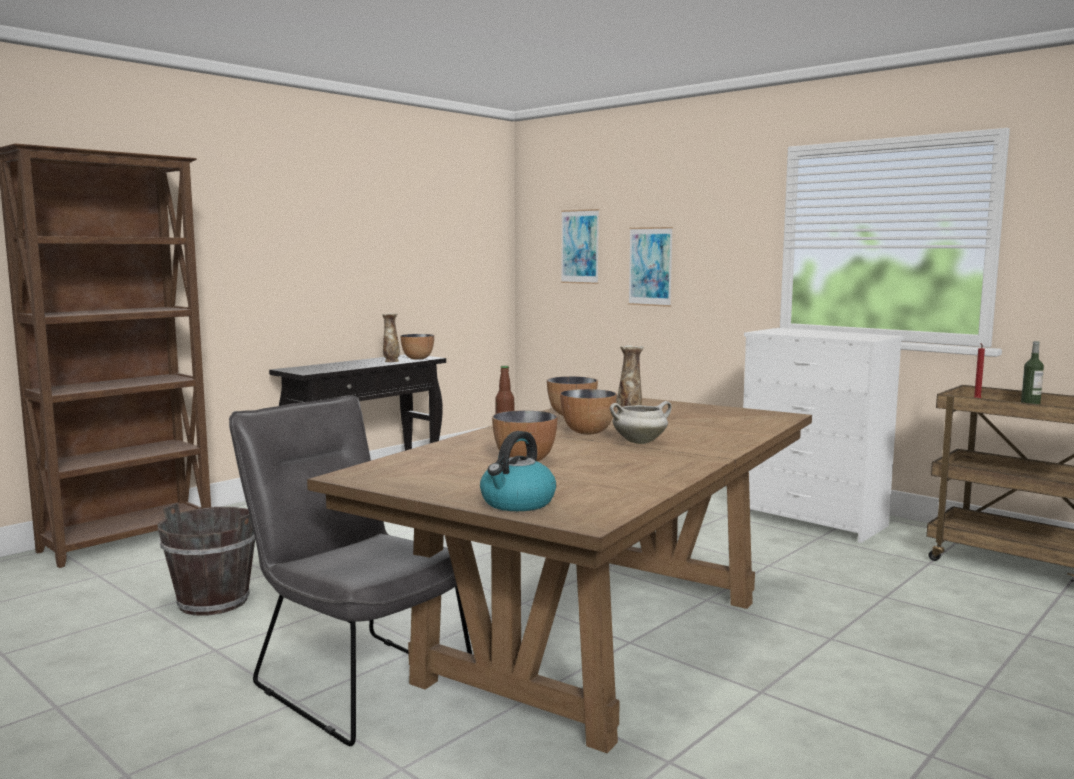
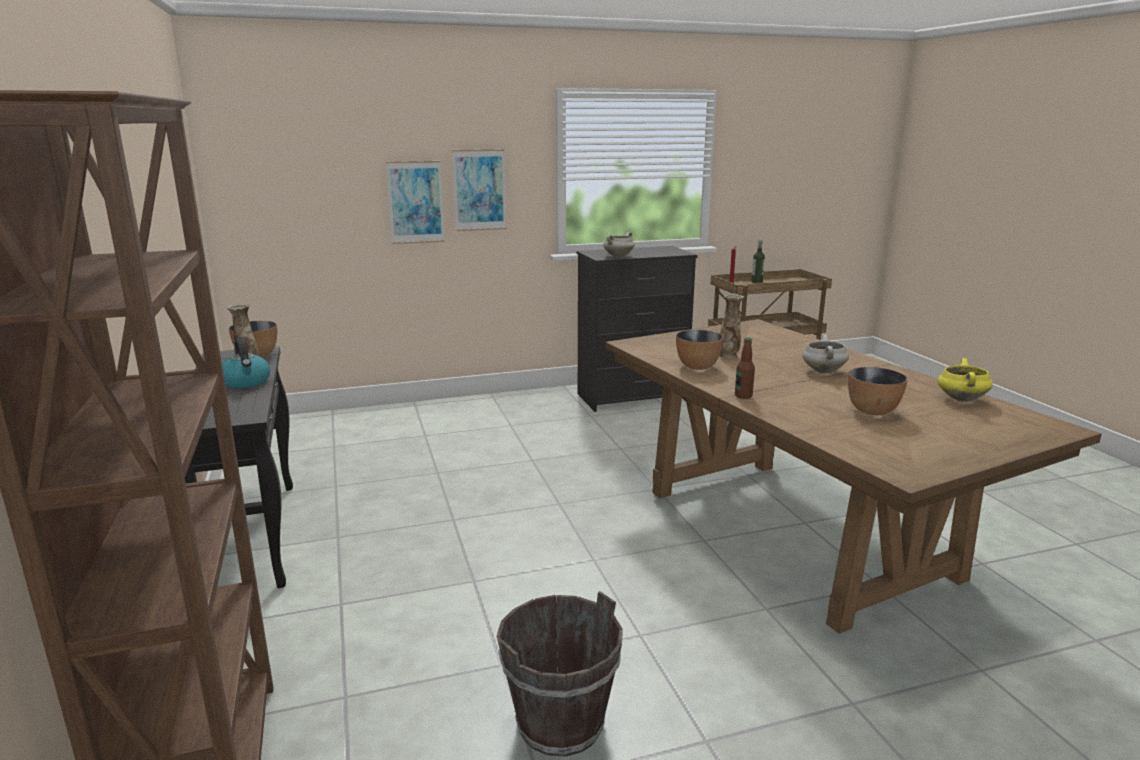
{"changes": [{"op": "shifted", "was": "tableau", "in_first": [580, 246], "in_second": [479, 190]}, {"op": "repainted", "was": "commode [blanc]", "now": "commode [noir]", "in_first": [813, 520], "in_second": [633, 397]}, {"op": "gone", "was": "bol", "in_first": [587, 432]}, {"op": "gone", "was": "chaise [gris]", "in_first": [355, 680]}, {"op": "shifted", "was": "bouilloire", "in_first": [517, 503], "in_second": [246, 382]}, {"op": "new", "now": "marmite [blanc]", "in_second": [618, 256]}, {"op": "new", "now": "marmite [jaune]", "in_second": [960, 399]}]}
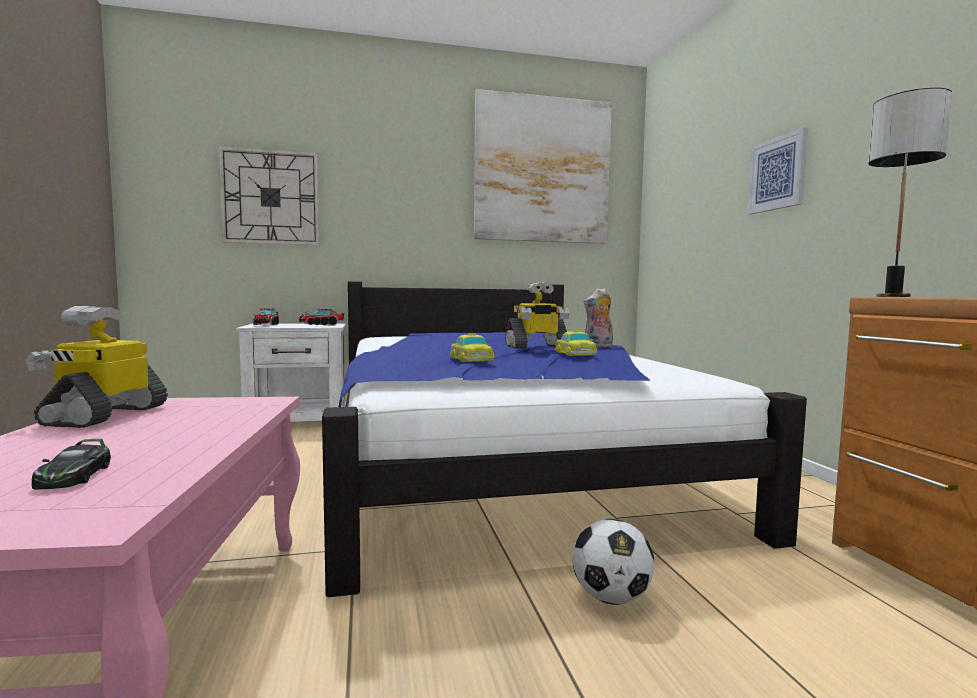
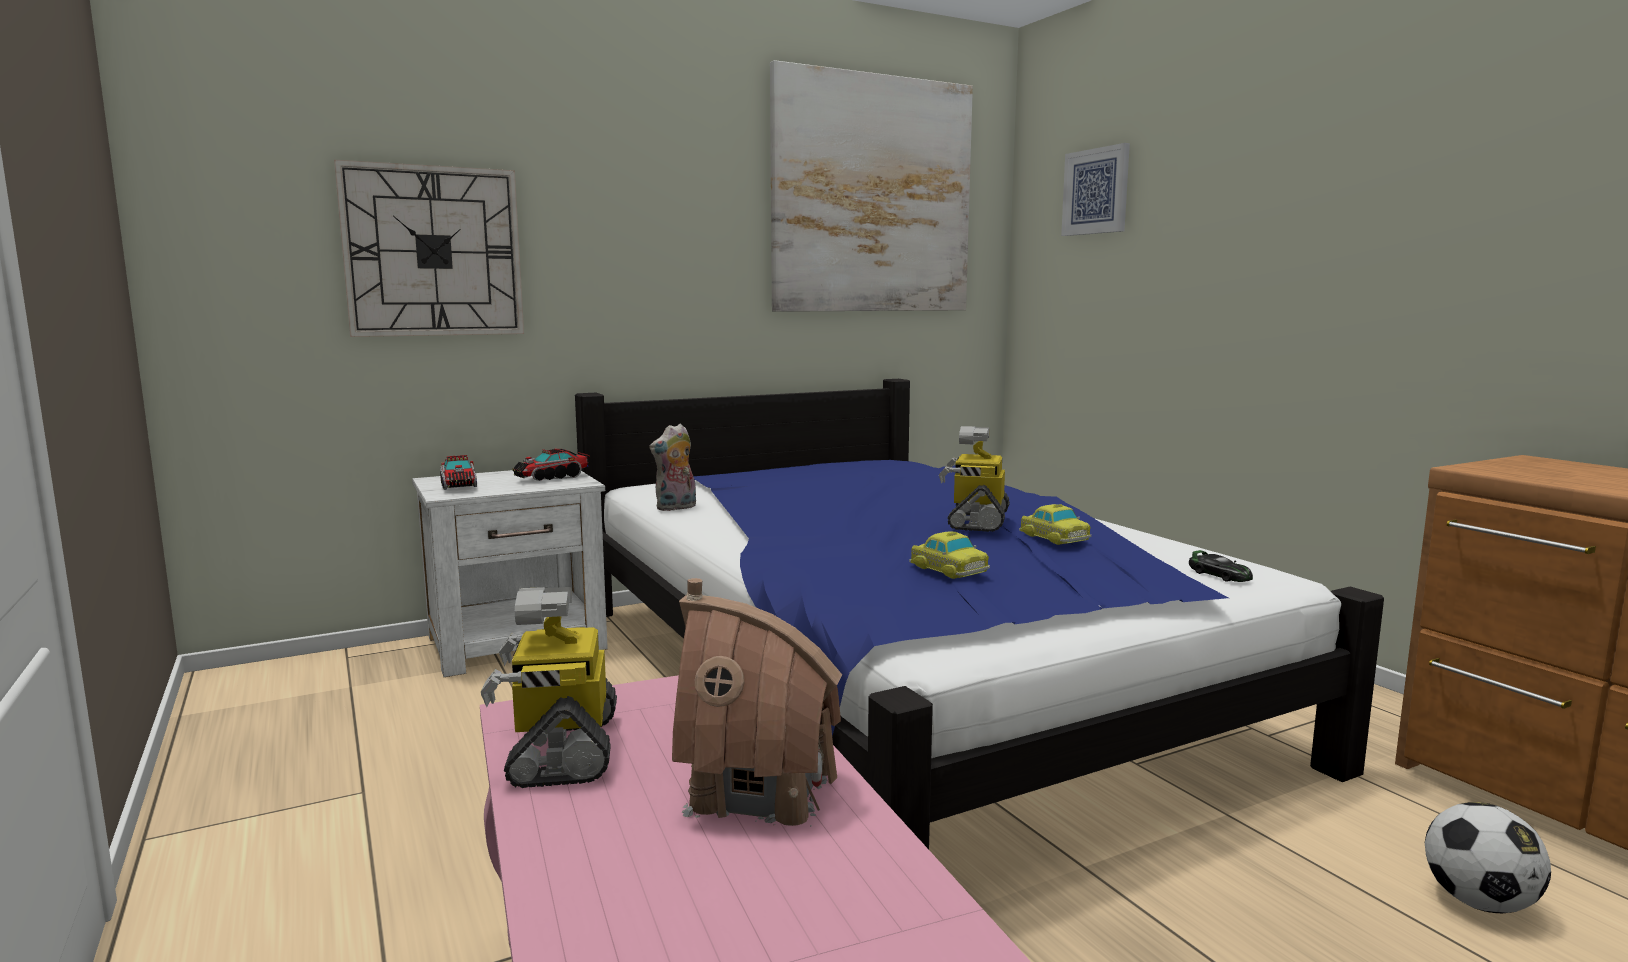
{"changes": [{"op": "gone", "was": "lampe de table", "in_first": [894, 296]}, {"op": "shifted", "was": "tableau", "in_first": [777, 174], "in_second": [1096, 191]}, {"op": "rotated", "was": "robot jouet", "in_first": [536, 347], "in_second": [976, 521], "clockwise": 135}, {"op": "shifted", "was": "peluche", "in_first": [599, 347], "in_second": [676, 508]}, {"op": "shifted", "was": "petite voiture", "in_first": [75, 475], "in_second": [1219, 574]}, {"op": "shifted", "was": "ballon de foot", "in_first": [611, 598], "in_second": [1479, 902]}, {"op": "new", "now": "maison miniature", "in_second": [760, 790]}]}
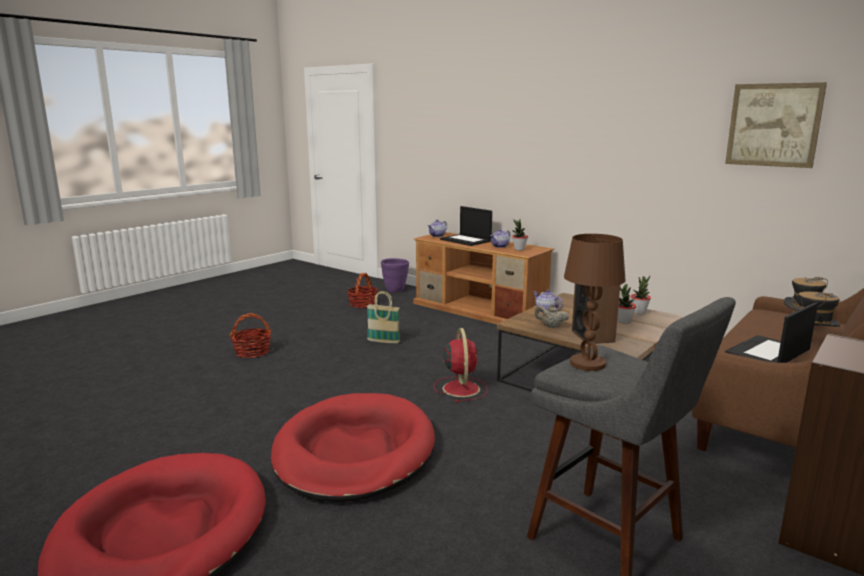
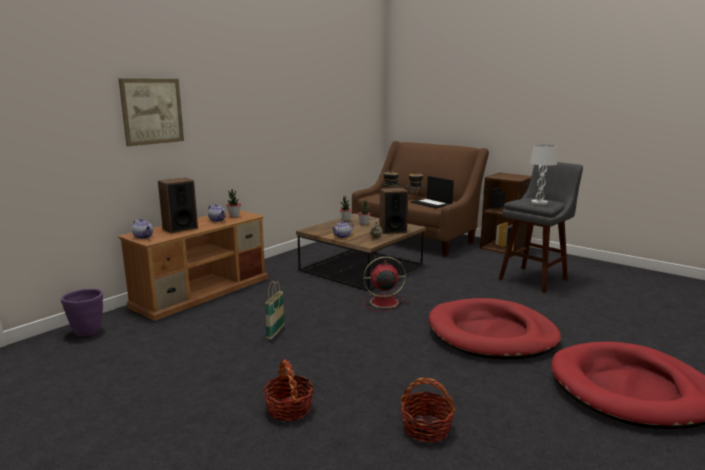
{"changes": [{"op": "shifted", "was": "tableau", "in_first": [773, 125], "in_second": [152, 111]}, {"op": "swapped", "was": "ordinateur portable", "now": "enceinte", "in_first": [466, 240], "in_second": [180, 228]}, {"op": "repainted", "was": "lampe de table [marron]", "now": "lampe de table [blanc]", "in_first": [587, 363], "in_second": [539, 203]}, {"op": "shifted", "was": "panier", "in_first": [363, 304], "in_second": [426, 428]}]}
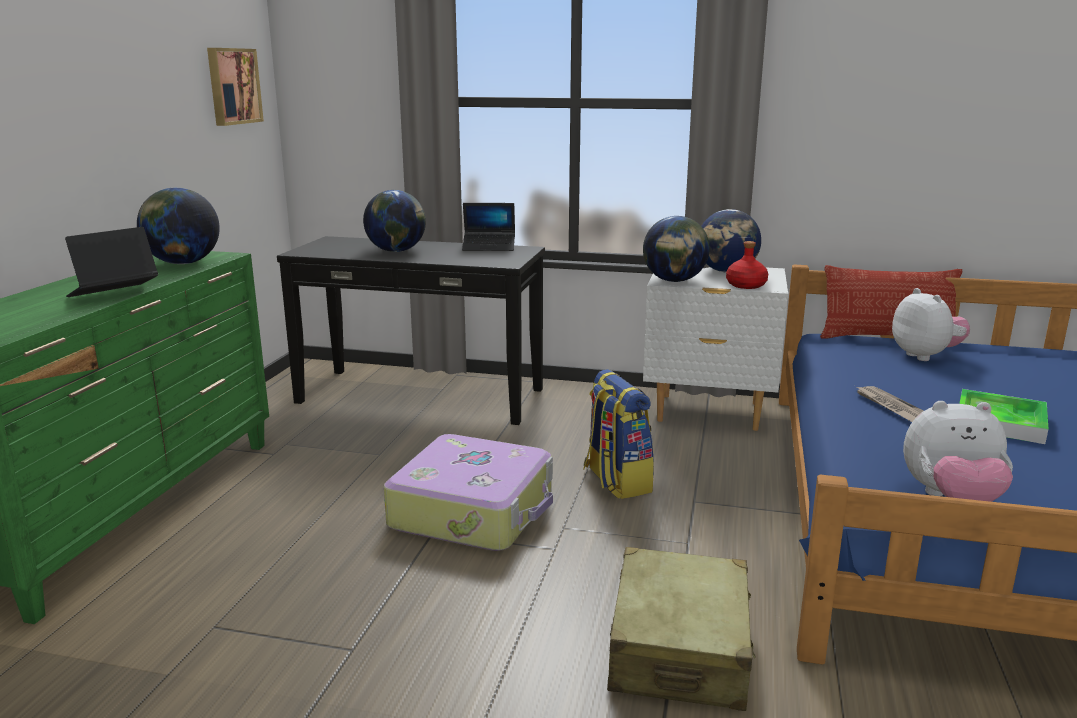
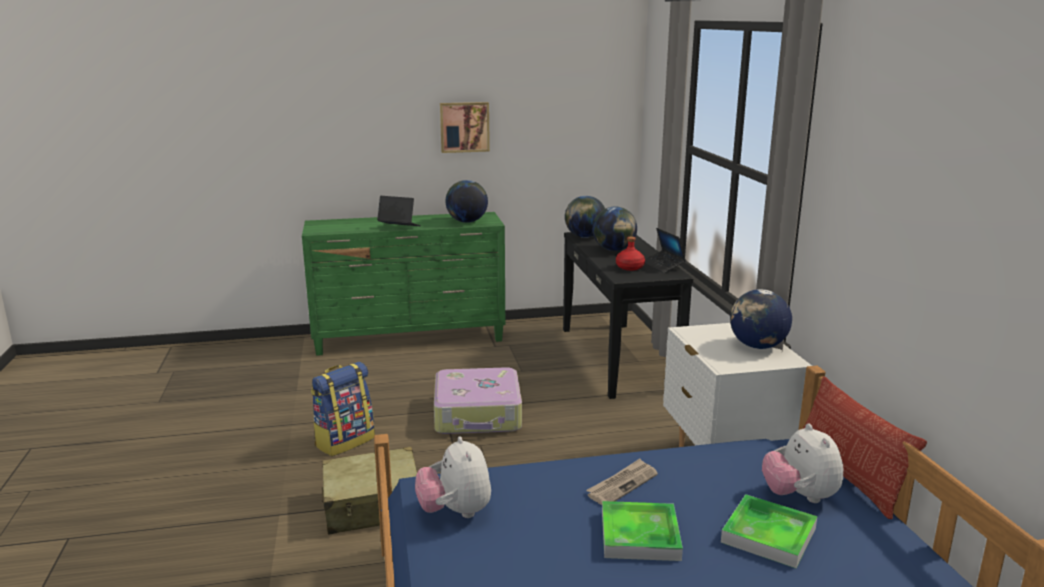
{"changes": [{"op": "shifted", "was": "tableau", "in_first": [232, 86], "in_second": [464, 127]}, {"op": "shifted", "was": "globe", "in_first": [674, 281], "in_second": [584, 237]}, {"op": "shifted", "was": "bouteille [rouge]", "in_first": [745, 285], "in_second": [629, 267]}, {"op": "rotated", "was": "peluche", "in_first": [925, 356], "in_second": [799, 496], "clockwise": 120}, {"op": "shifted", "was": "sac à dos", "in_first": [616, 481], "in_second": [345, 441]}, {"op": "new", "now": "plateau", "in_second": [768, 535]}]}
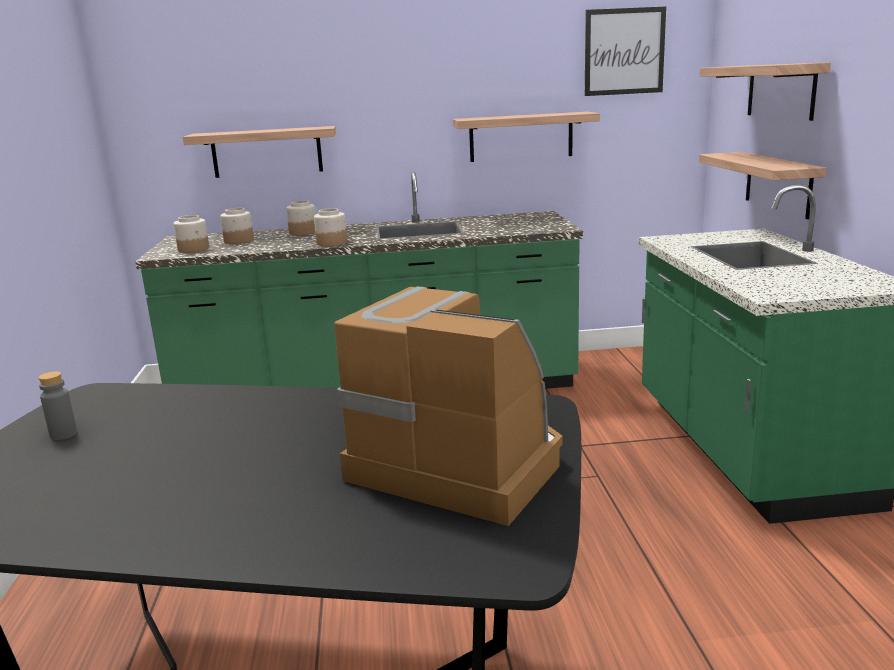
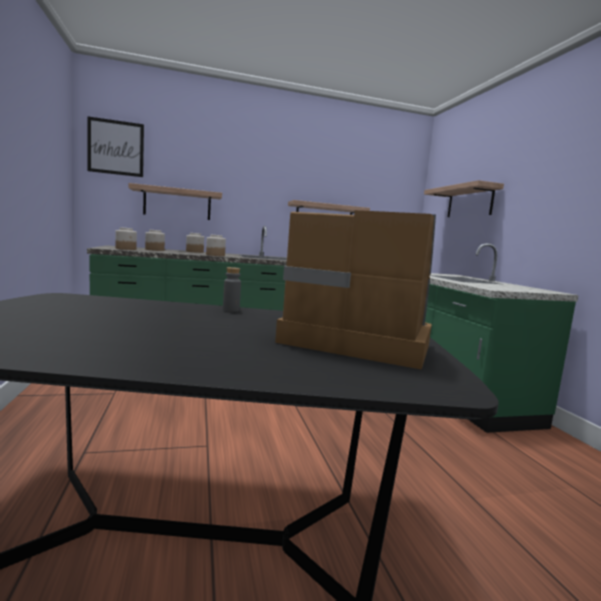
{"changes": [{"op": "shifted", "was": "tableau", "in_first": [624, 51], "in_second": [116, 147]}, {"op": "gone", "was": "étagère", "in_first": [778, 184]}, {"op": "shifted", "was": "bouteille [gris]", "in_first": [63, 434], "in_second": [231, 310]}]}
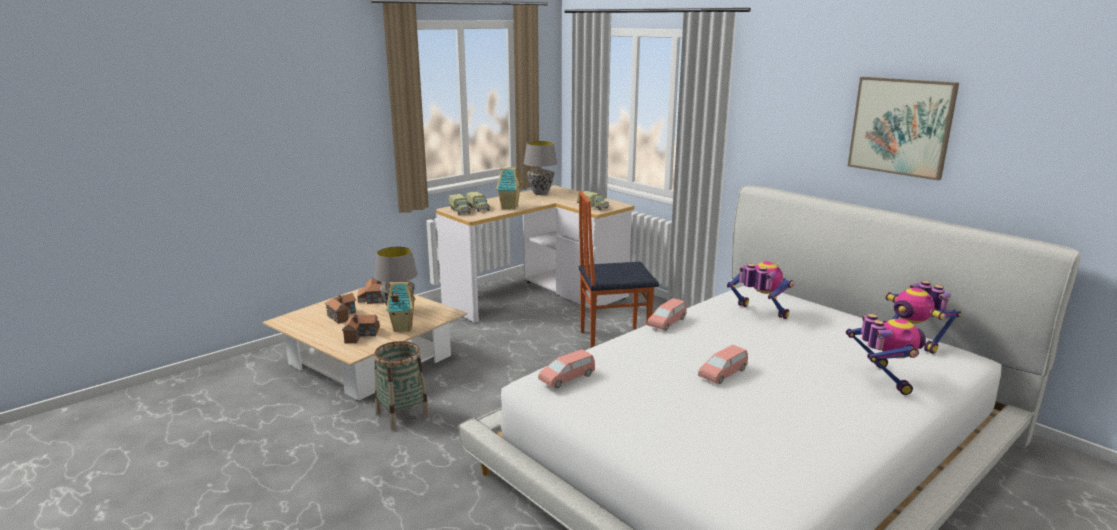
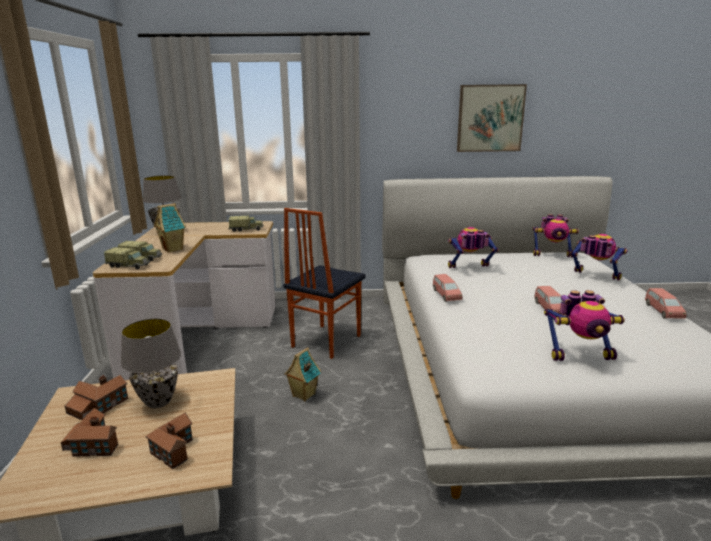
{"changes": [{"op": "shifted", "was": "maison miniature", "in_first": [402, 328], "in_second": [303, 395]}, {"op": "gone", "was": "panier", "in_first": [402, 415]}, {"op": "shifted", "was": "petite voiture [rose]", "in_first": [567, 378], "in_second": [663, 311]}, {"op": "new", "now": "robot jouet", "in_second": [579, 355]}]}
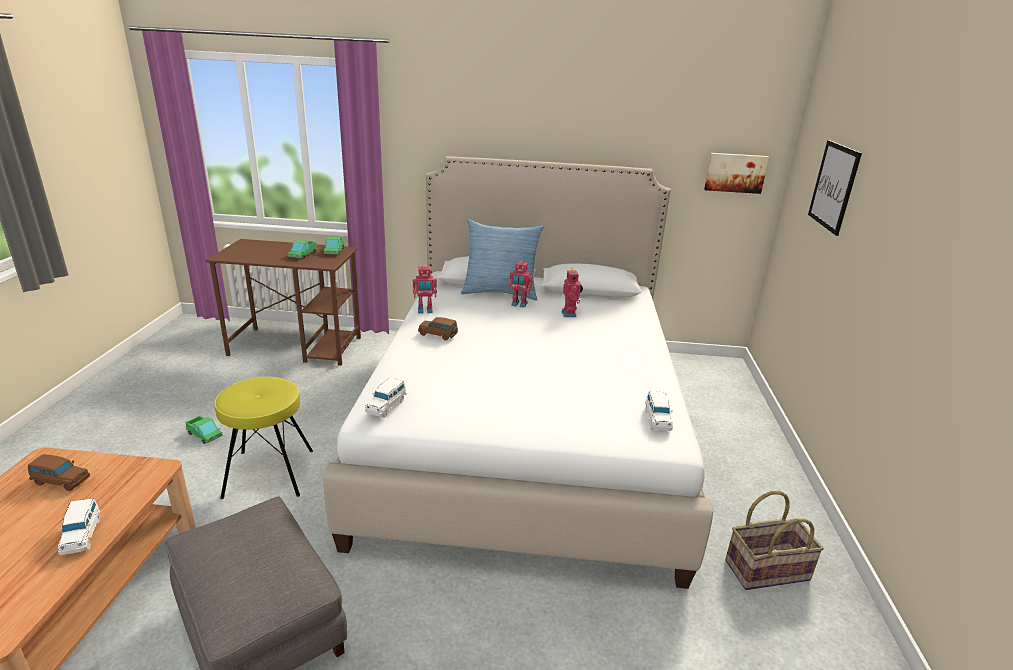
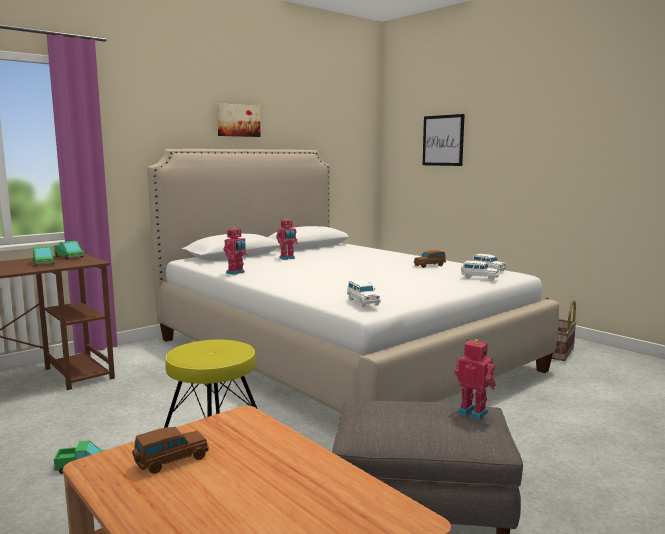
{"changes": [{"op": "shifted", "was": "tableau", "in_first": [735, 172], "in_second": [238, 120]}, {"op": "gone", "was": "coussin", "in_first": [500, 292]}, {"op": "shifted", "was": "robot jouet", "in_first": [570, 314], "in_second": [473, 412]}, {"op": "shifted", "was": "petite voiture [marron]", "in_first": [438, 335], "in_second": [430, 265]}, {"op": "shifted", "was": "petite voiture [blanc]", "in_first": [82, 535], "in_second": [479, 278]}]}
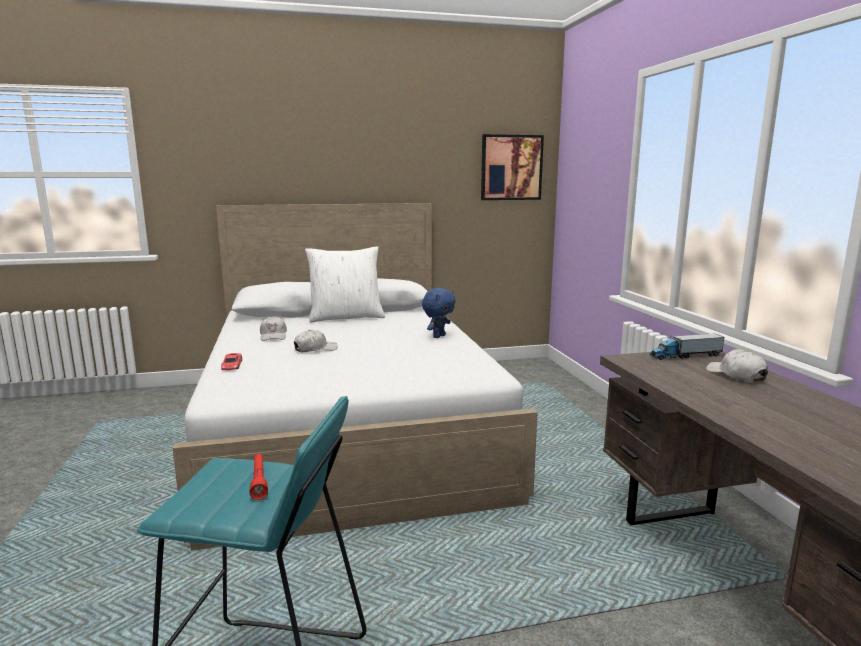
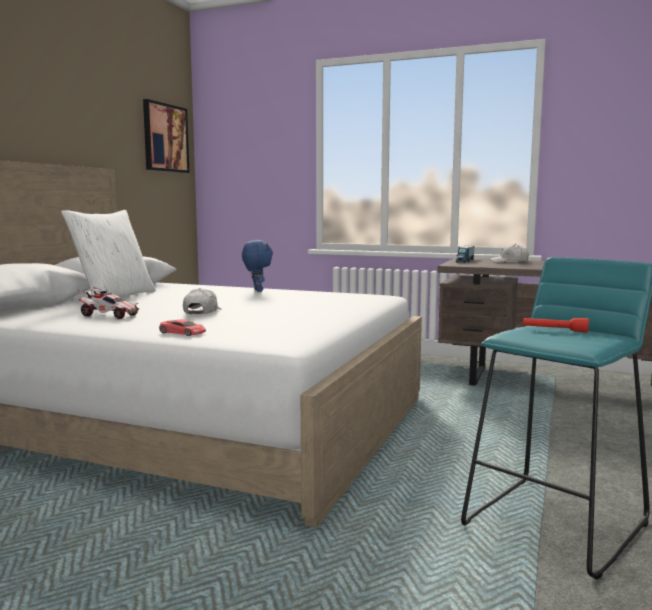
{"changes": [{"op": "swapped", "was": "casquette [blanc]", "now": "petite voiture", "in_first": [273, 336], "in_second": [110, 315]}]}
